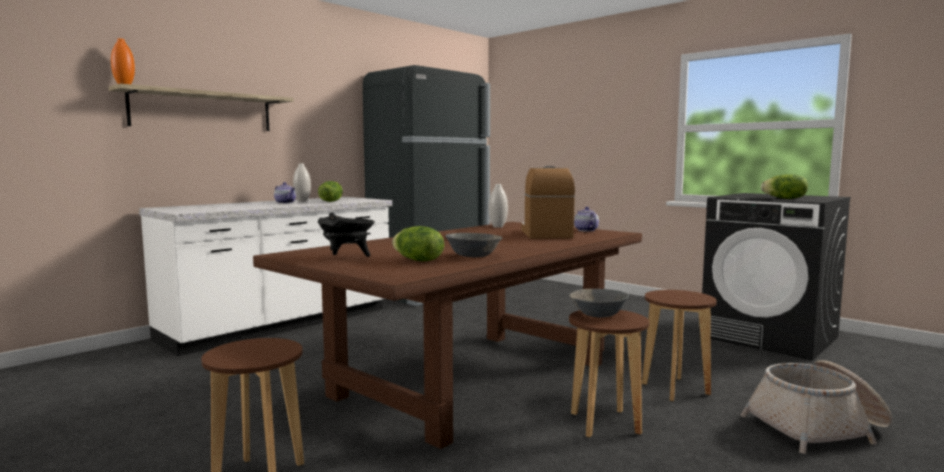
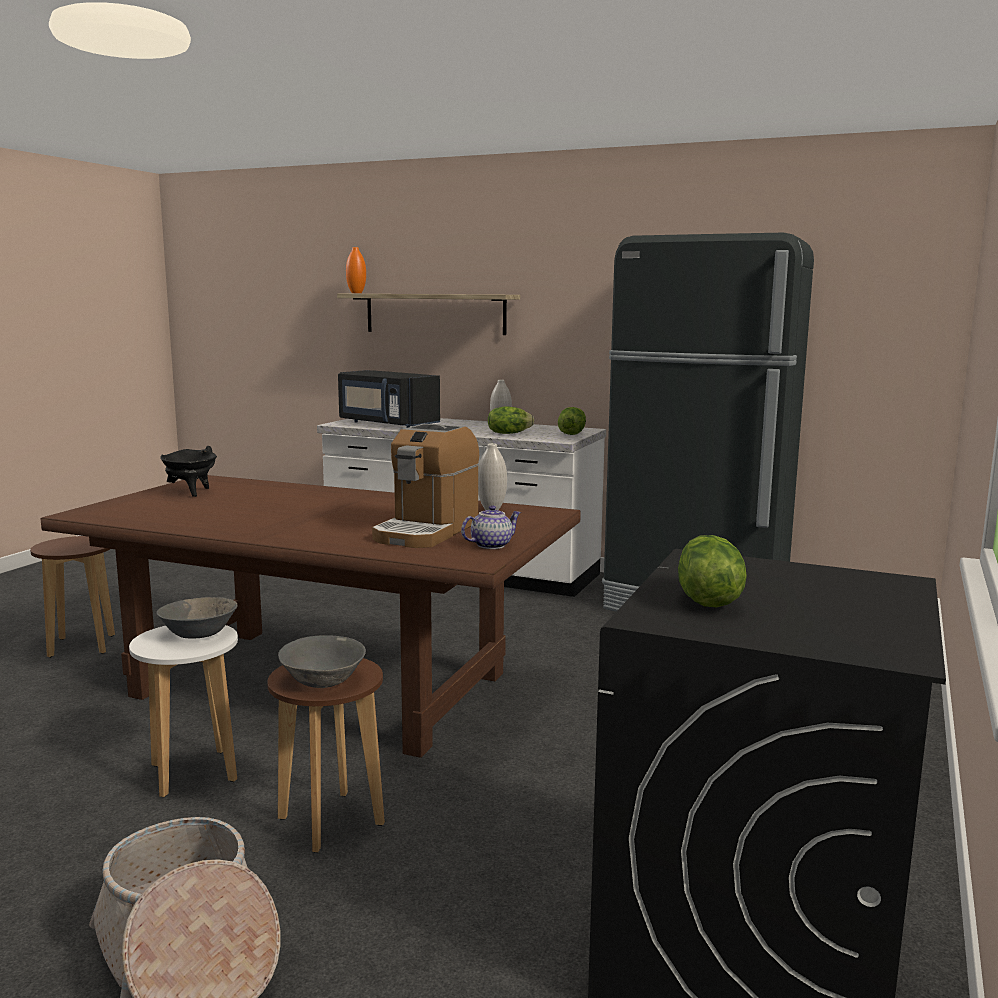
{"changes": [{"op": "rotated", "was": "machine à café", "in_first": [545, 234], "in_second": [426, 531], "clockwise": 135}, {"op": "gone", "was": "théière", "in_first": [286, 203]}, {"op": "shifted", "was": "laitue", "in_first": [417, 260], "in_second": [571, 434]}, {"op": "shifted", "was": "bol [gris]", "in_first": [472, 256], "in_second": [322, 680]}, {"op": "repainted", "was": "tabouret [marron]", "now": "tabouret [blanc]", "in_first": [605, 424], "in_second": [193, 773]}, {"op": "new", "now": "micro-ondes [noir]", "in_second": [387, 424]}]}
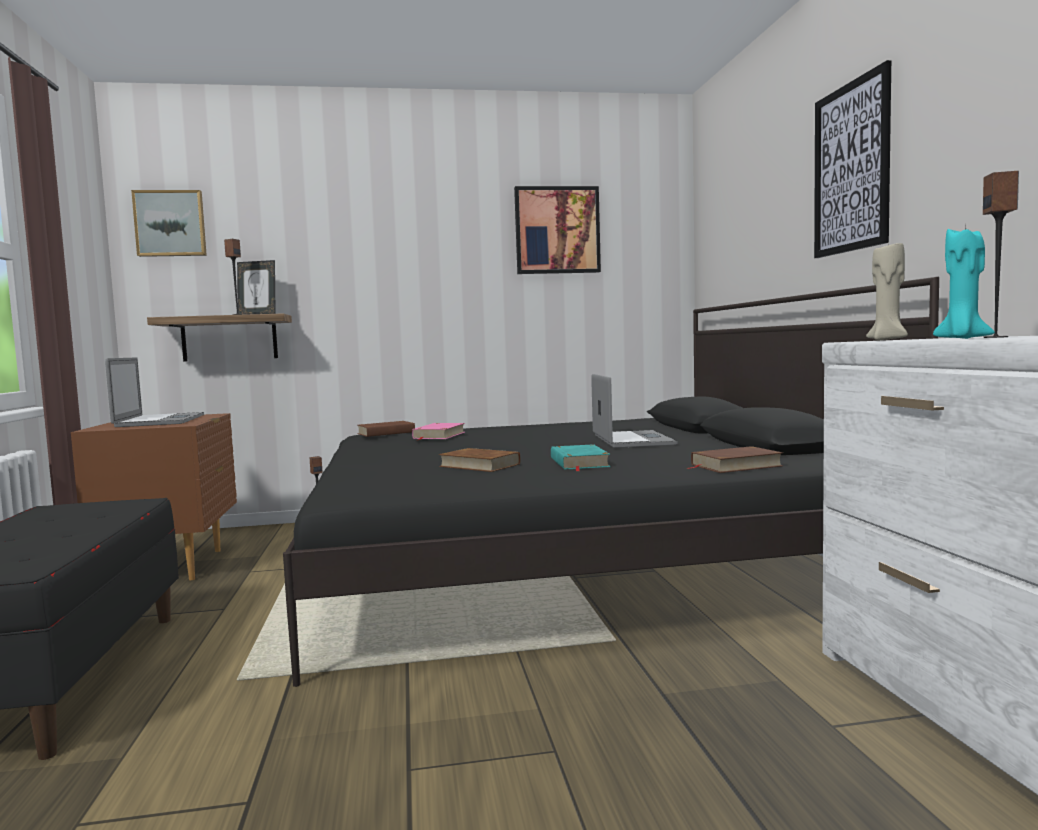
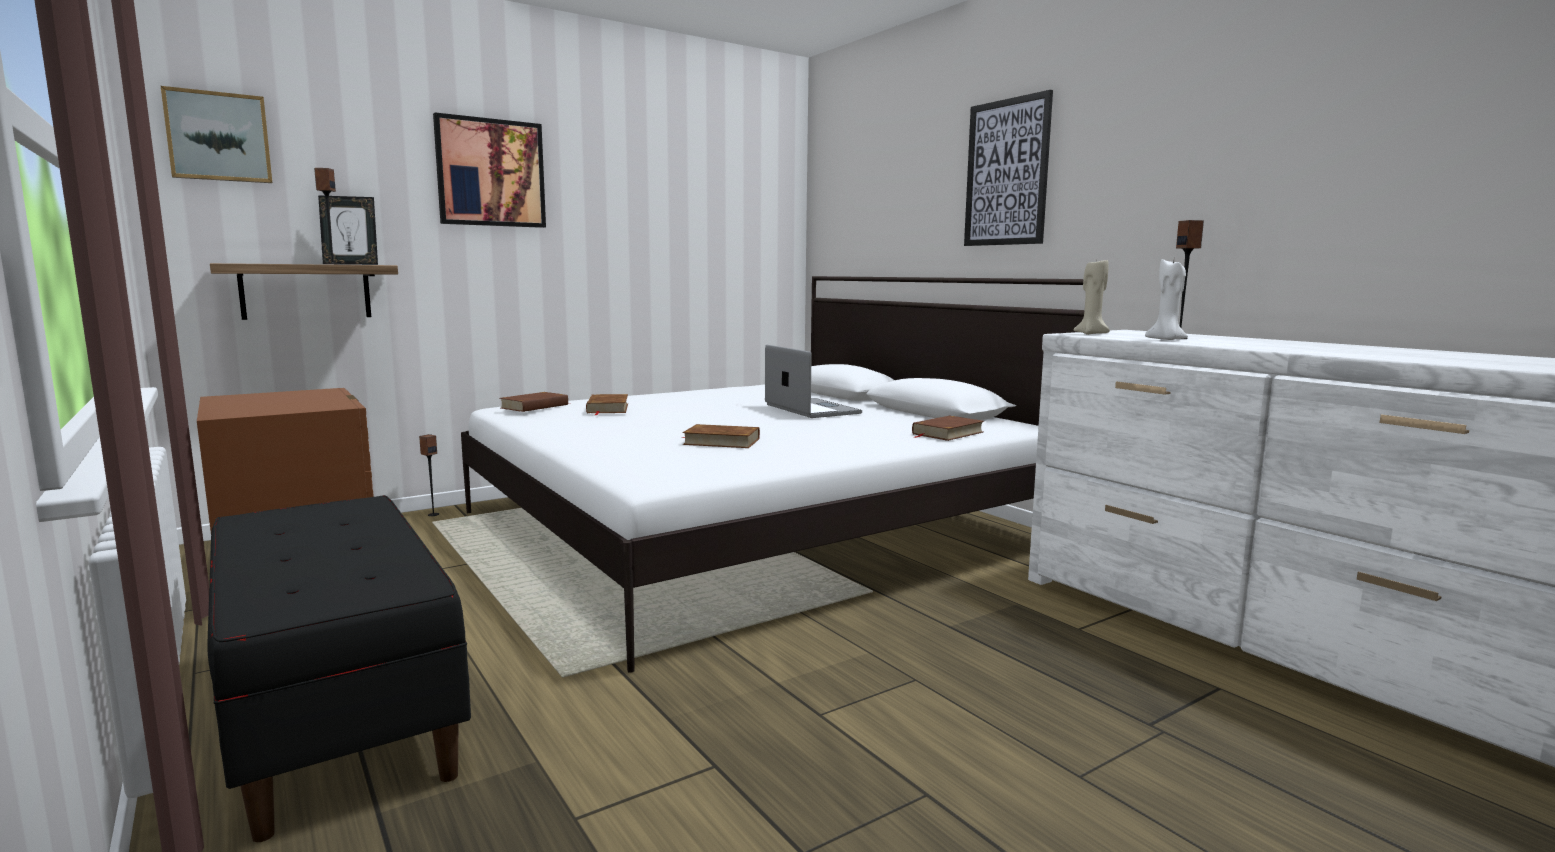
{"changes": [{"op": "shifted", "was": "tableau", "in_first": [557, 230], "in_second": [490, 173]}, {"op": "repainted", "was": "bougie [turquoise]", "now": "bougie [blanc]", "in_first": [962, 338], "in_second": [1166, 340]}, {"op": "repainted", "was": "lit [noir]", "now": "lit [blanc]", "in_first": [567, 561], "in_second": [754, 528]}, {"op": "gone", "was": "ordinateur portable", "in_first": [160, 421]}, {"op": "repainted", "was": "livre [rose]", "now": "livre [marron]", "in_first": [439, 435], "in_second": [607, 408]}, {"op": "gone", "was": "livre [turquoise]", "in_first": [579, 463]}]}
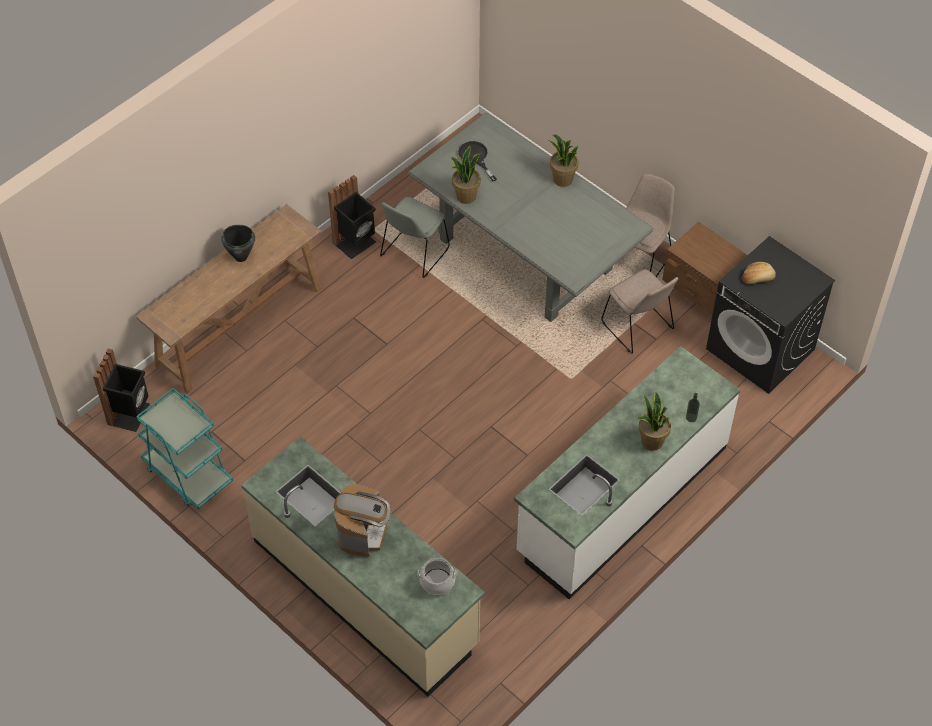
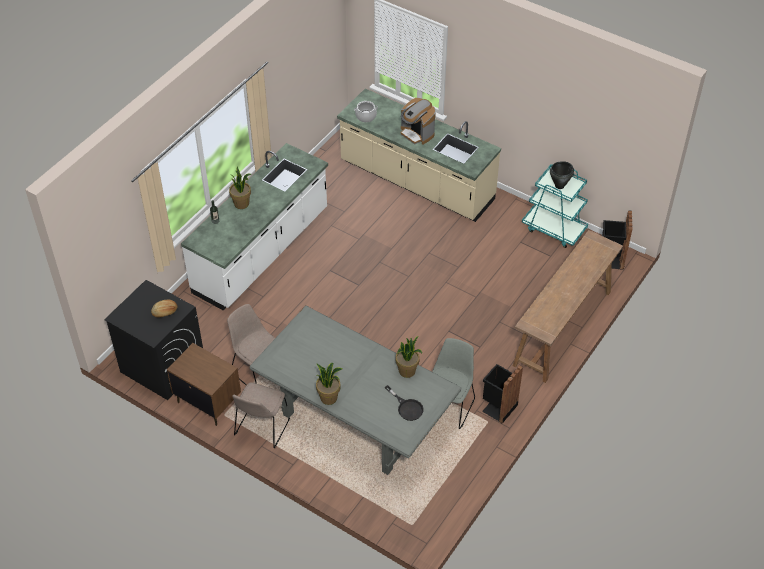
{"changes": [{"op": "shifted", "was": "marmite [noir]", "in_first": [240, 256], "in_second": [559, 186]}, {"op": "rotated", "was": "machine à café", "in_first": [363, 532], "in_second": [417, 133], "clockwise": -45}]}
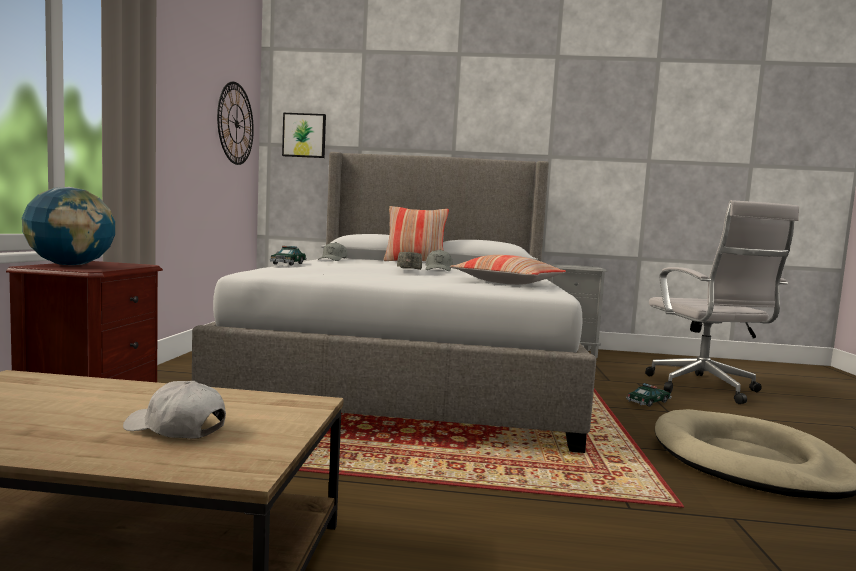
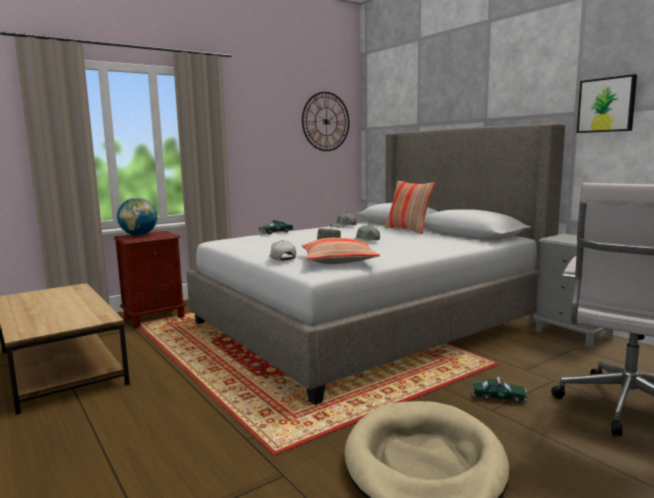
{"changes": [{"op": "shifted", "was": "tableau", "in_first": [304, 135], "in_second": [606, 105]}, {"op": "shifted", "was": "casquette [blanc]", "in_first": [176, 428], "in_second": [282, 258]}]}
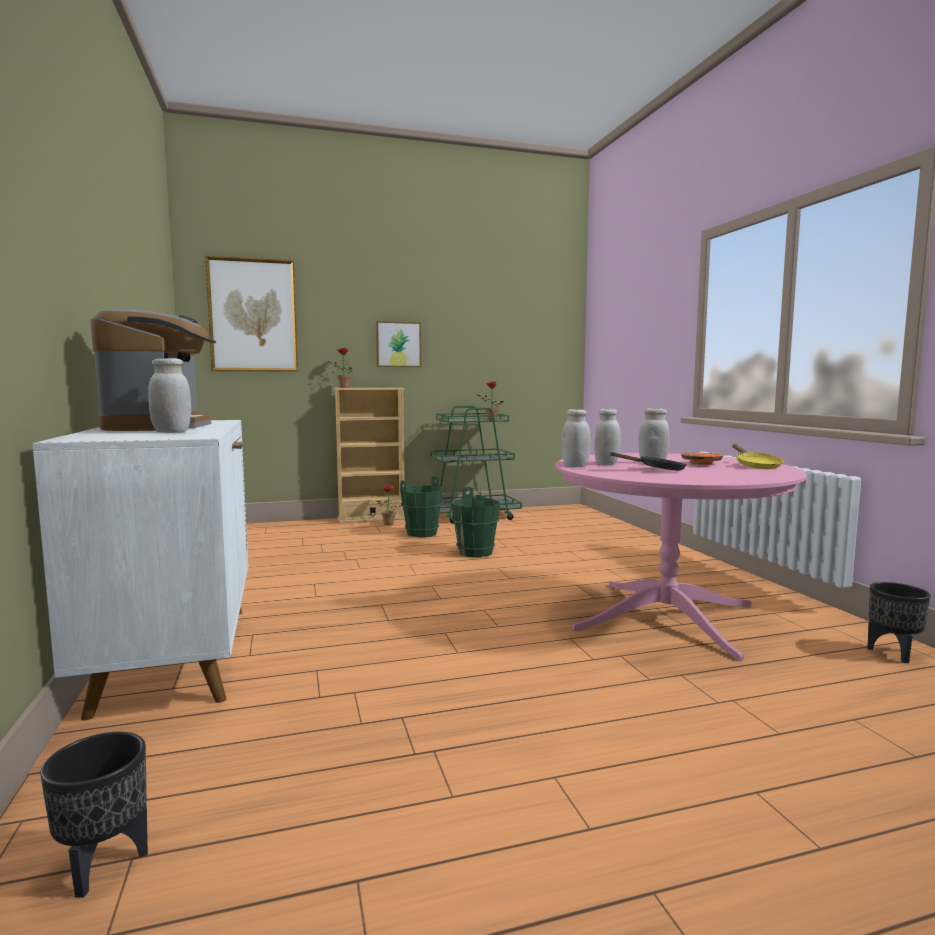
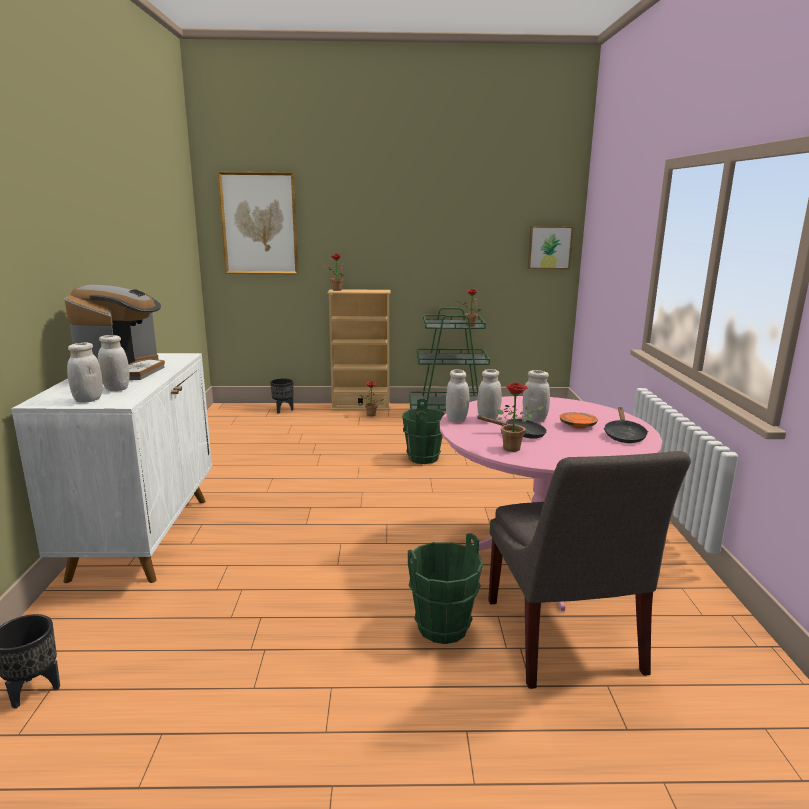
{"changes": [{"op": "shifted", "was": "tableau", "in_first": [398, 344], "in_second": [549, 247]}, {"op": "repainted", "was": "poêle [jaune]", "now": "poêle [noir]", "in_first": [755, 466], "in_second": [624, 435]}, {"op": "shifted", "was": "seau [vert]", "in_first": [422, 533], "in_second": [443, 627]}, {"op": "shifted", "was": "cache-pot [noir]", "in_first": [893, 653], "in_second": [283, 410]}, {"op": "new", "now": "bocal [blanc]", "in_second": [88, 399]}, {"op": "new", "now": "plante en pot", "in_second": [515, 448]}, {"op": "new", "now": "chaise [gris]", "in_second": [564, 640]}]}
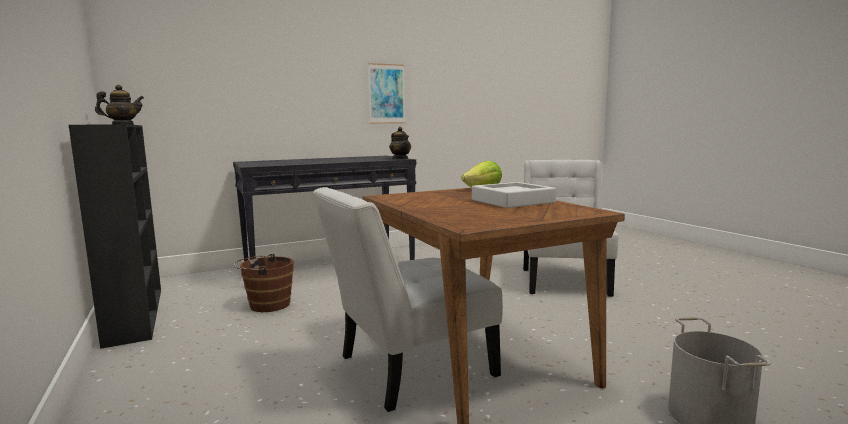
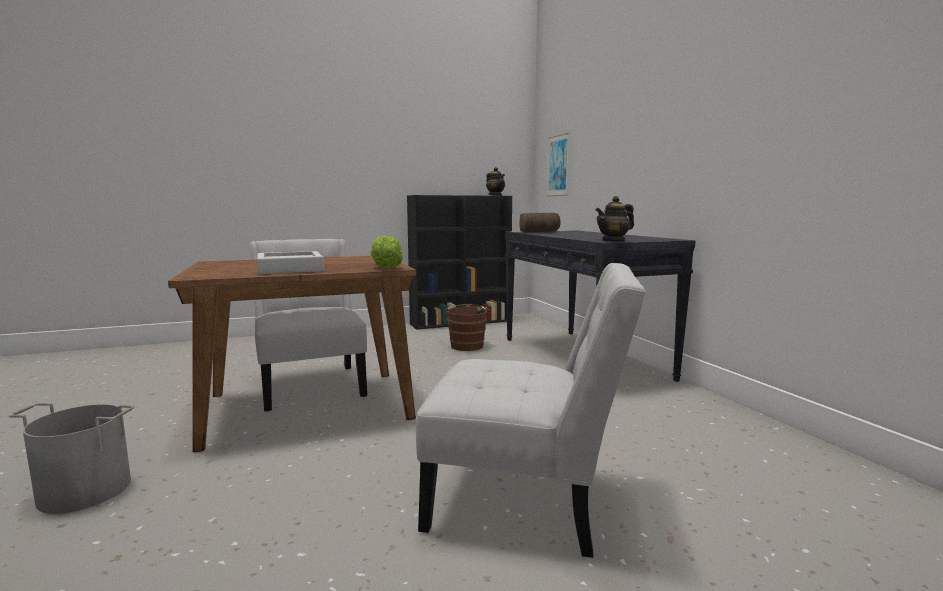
{"changes": [{"op": "shifted", "was": "tableau", "in_first": [386, 94], "in_second": [558, 166]}, {"op": "new", "now": "pain", "in_second": [541, 232]}]}
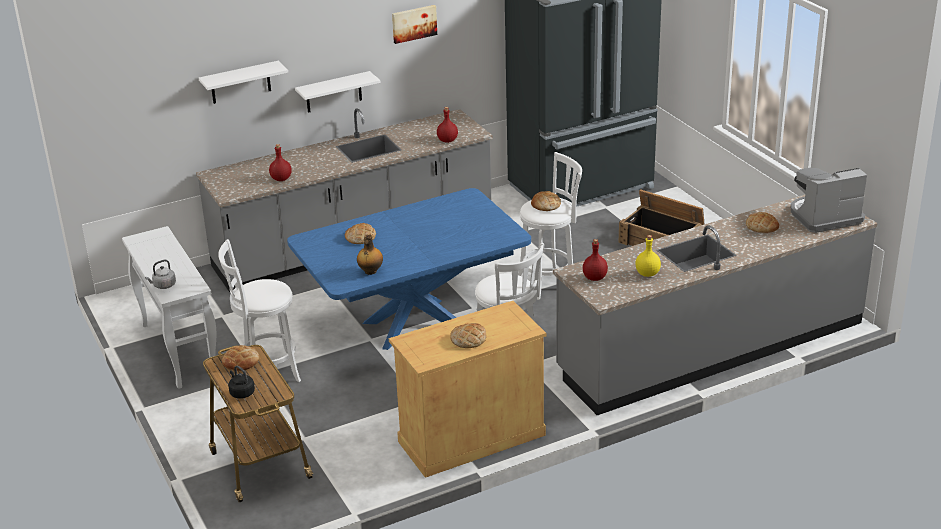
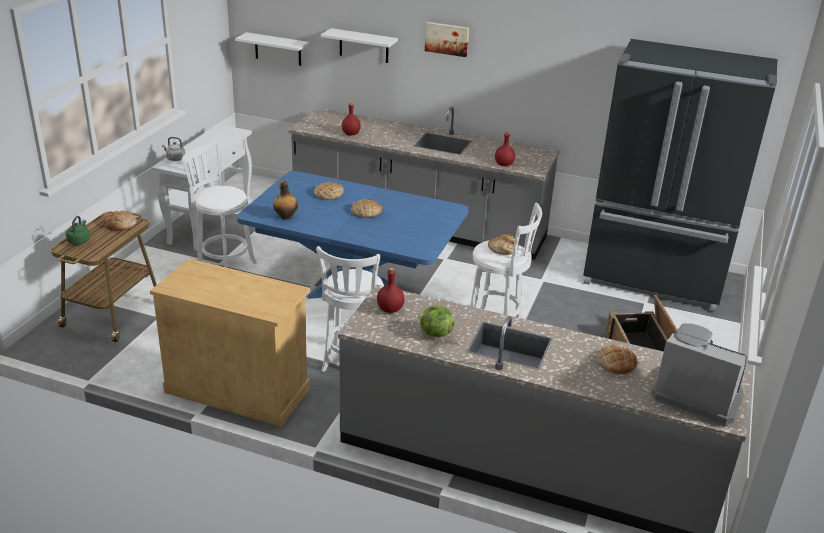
{"changes": [{"op": "shifted", "was": "tableau", "in_first": [413, 23], "in_second": [447, 38]}, {"op": "shifted", "was": "étagère [blanc]", "in_first": [333, 92], "in_second": [278, 49]}, {"op": "swapped", "was": "bouteille [jaune]", "now": "laitue", "in_first": [648, 274], "in_second": [434, 333]}, {"op": "shifted", "was": "pain", "in_first": [468, 339], "in_second": [366, 212]}, {"op": "repainted", "was": "bouilloire [noir]", "now": "bouilloire [vert]", "in_first": [241, 393], "in_second": [79, 240]}]}
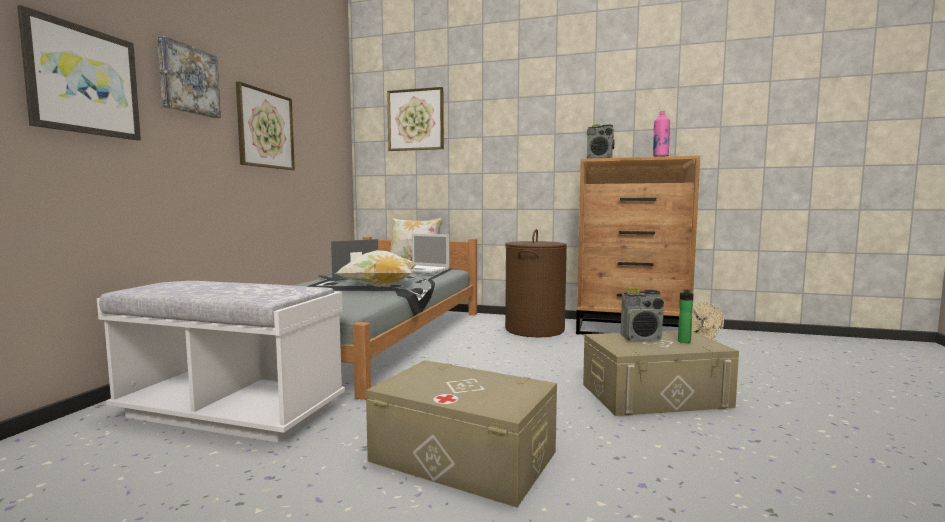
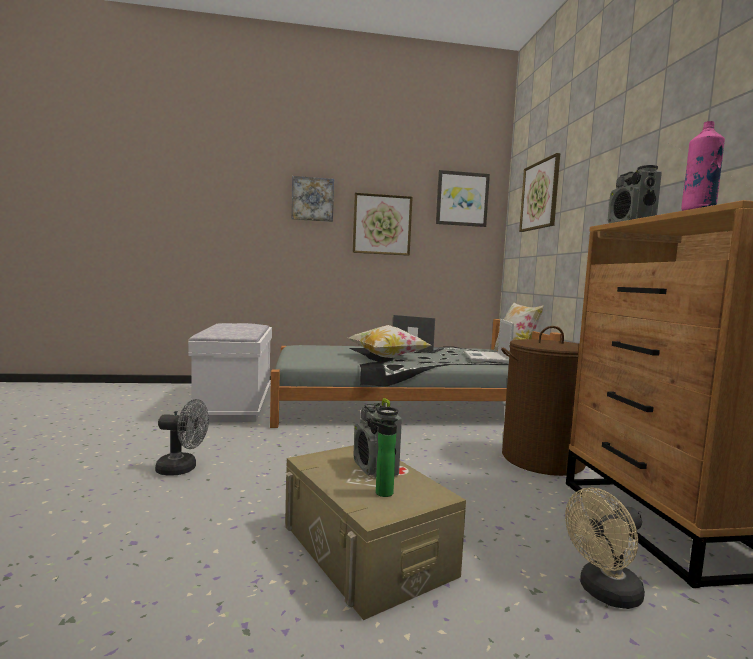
{"changes": [{"op": "shifted", "was": "tableau", "in_first": [83, 80], "in_second": [462, 199]}, {"op": "swapped", "was": "boîte de rangement [beige]", "now": "ventilateur [gris]", "in_first": [463, 456], "in_second": [183, 469]}]}
